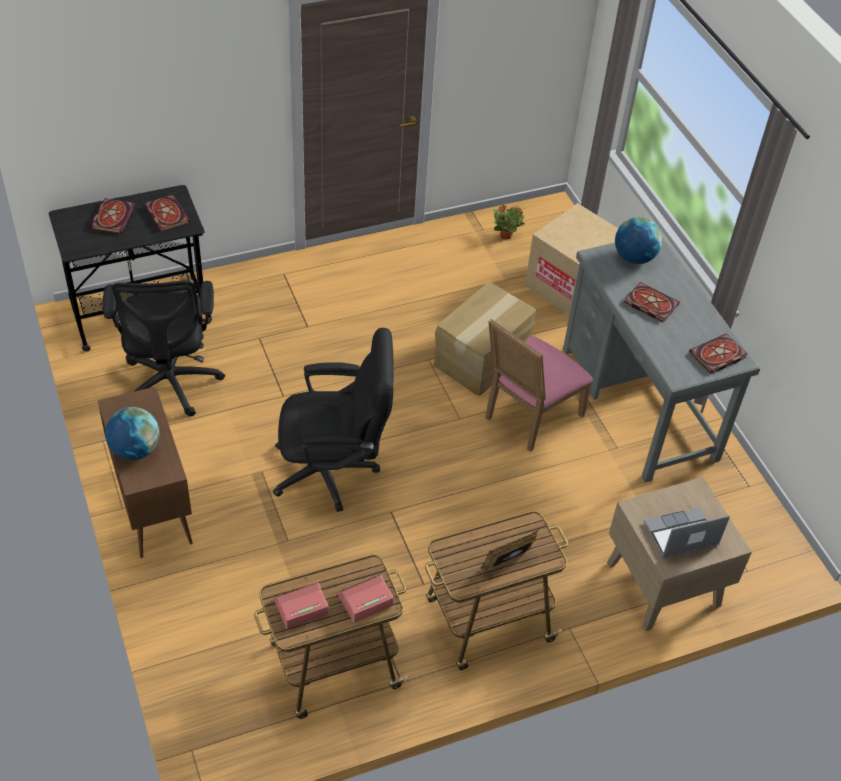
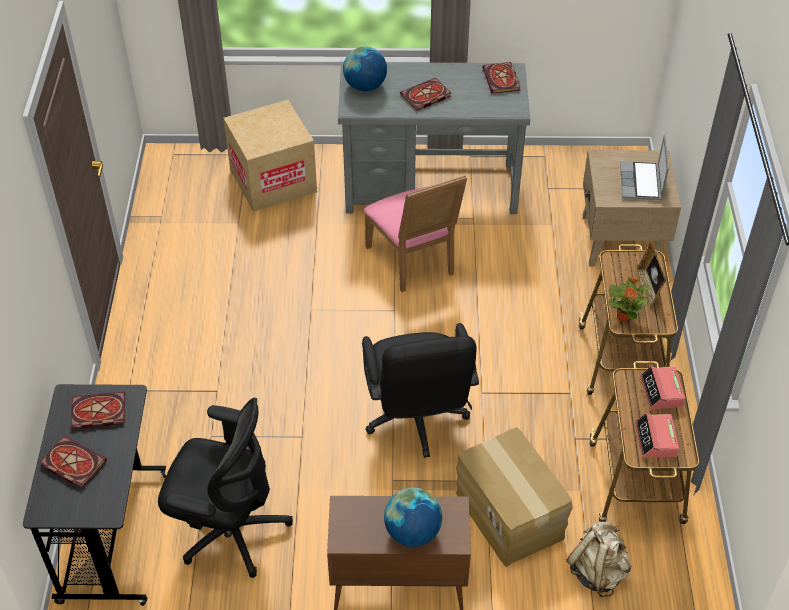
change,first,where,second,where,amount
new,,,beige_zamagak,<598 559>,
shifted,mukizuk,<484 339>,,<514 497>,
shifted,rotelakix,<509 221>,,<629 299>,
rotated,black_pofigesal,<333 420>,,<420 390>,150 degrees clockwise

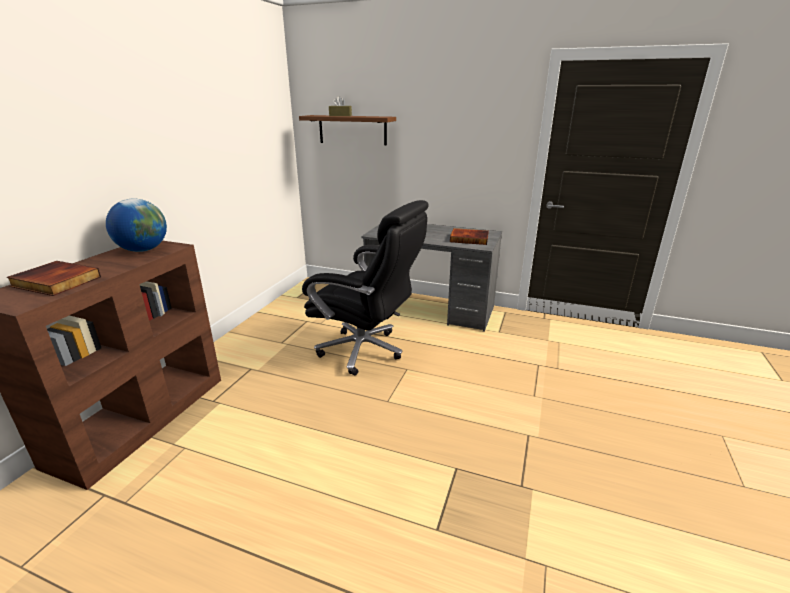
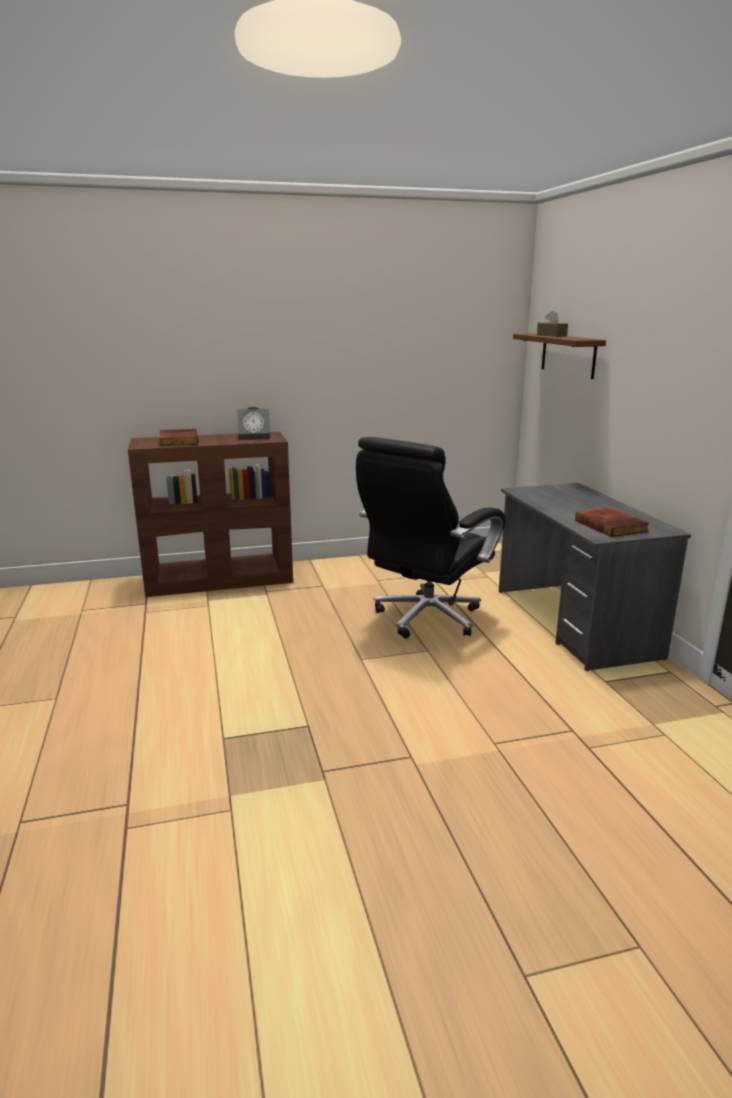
change,first,where,second,where,amount
swapped,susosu,<136 225>,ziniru,<253 423>,
rotated,black_pofigesal,<365 288>,,<431 538>,45 degrees clockwise

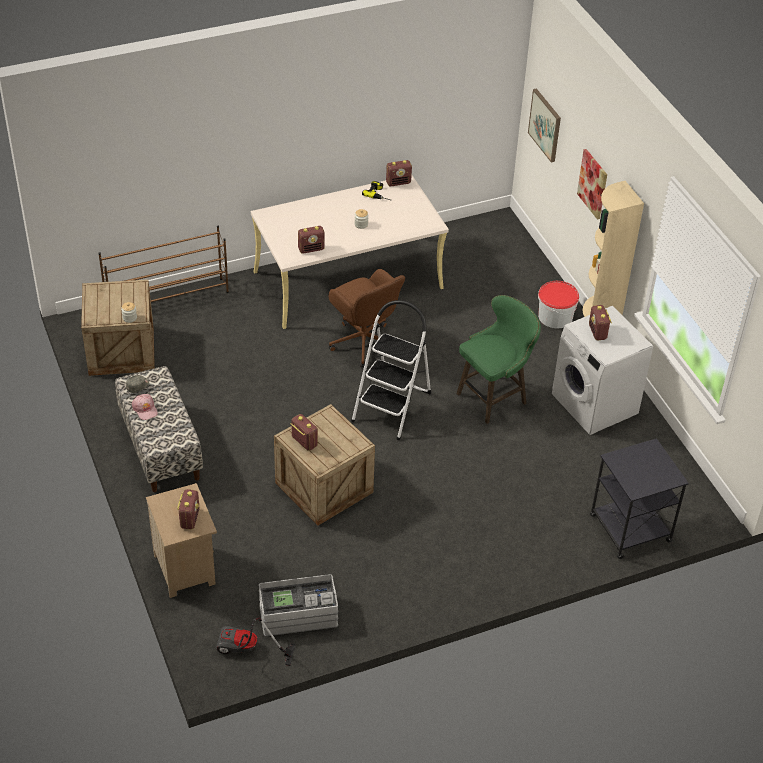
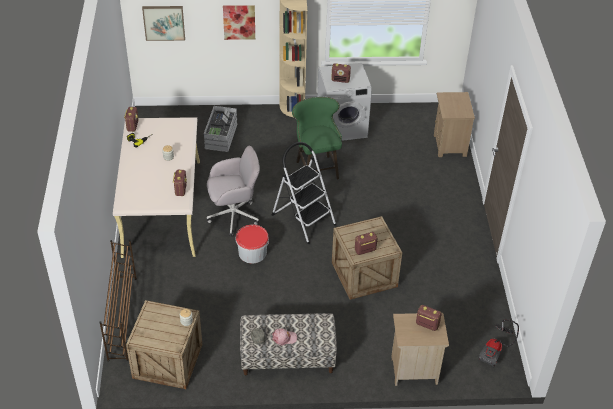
change,first,where,second,where,amount
shifted,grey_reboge,<298 605>,,<220 129>,
shifted,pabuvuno,<558 305>,,<252 244>,
swapped,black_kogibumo,<639 498>,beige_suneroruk,<454 124>,
repainted,brown_pofigesal,<367 318>,grey_pofigesal,<233 191>,

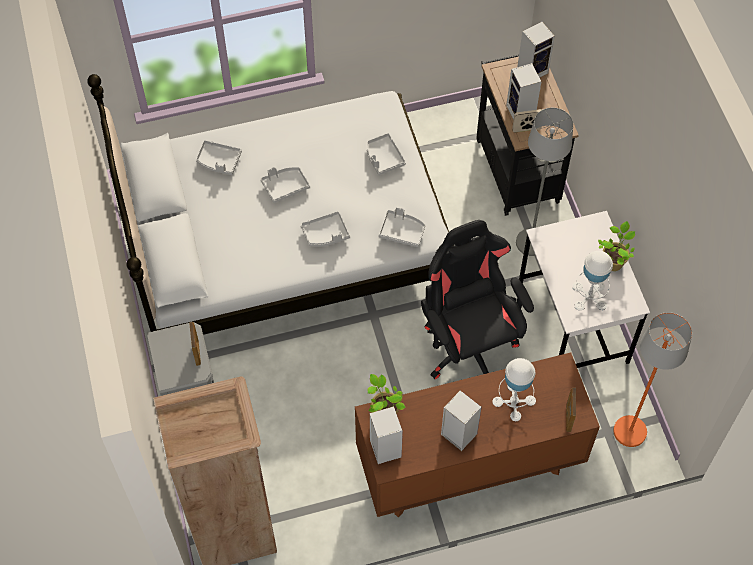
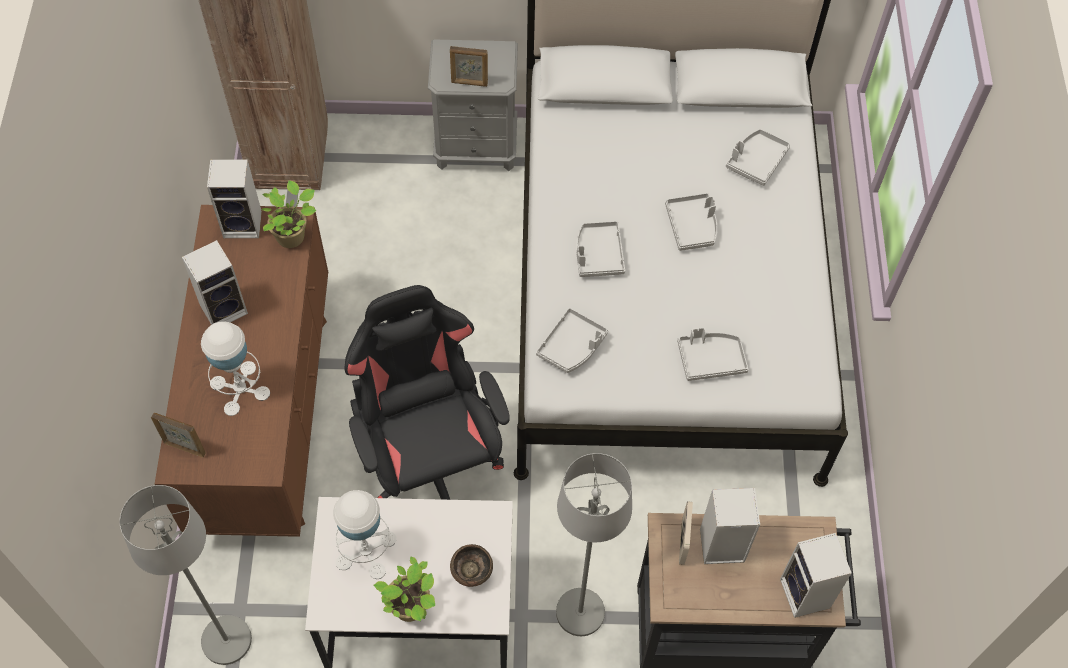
change,first,where,second,where,amount
new,,,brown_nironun,<471 565>,
repainted,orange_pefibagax,<653 379>,grey_pefibagax,<186 575>,
rotated,black_pofigesal,<477 299>,,<427 392>,105 degrees counterclockwise

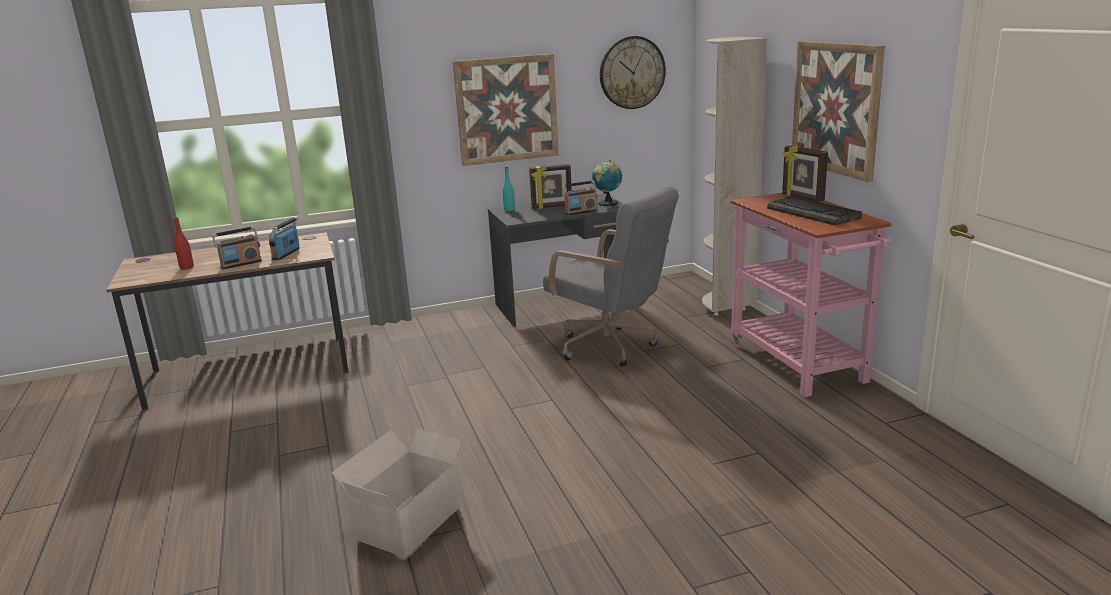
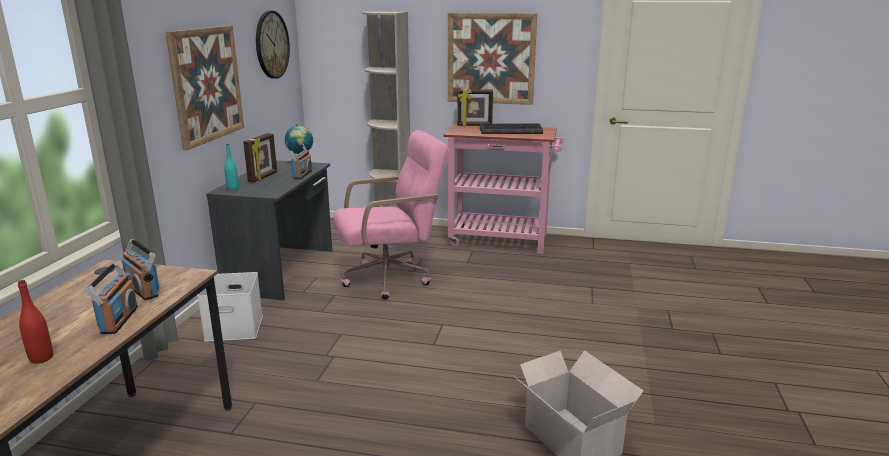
change,first,where,second,where,amount
new,,,white_reboge,<230 307>,
repainted,grey_pofigesal,<611 276>,pink_pofigesal,<391 215>,

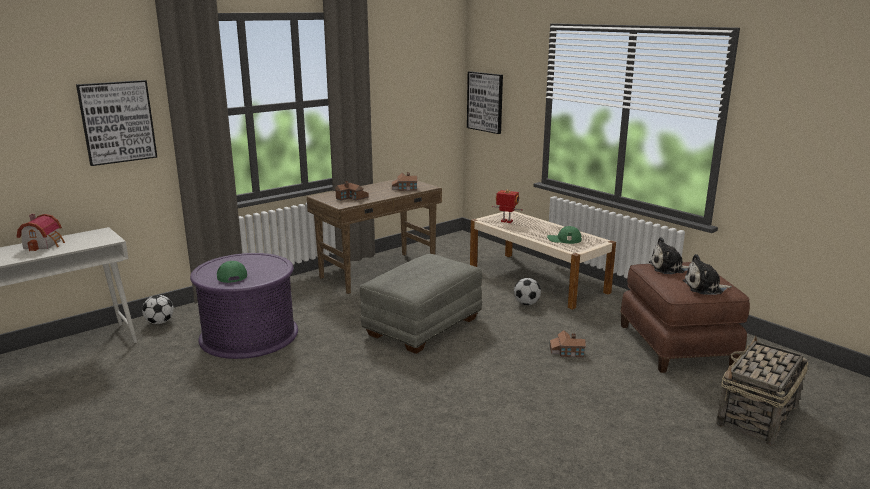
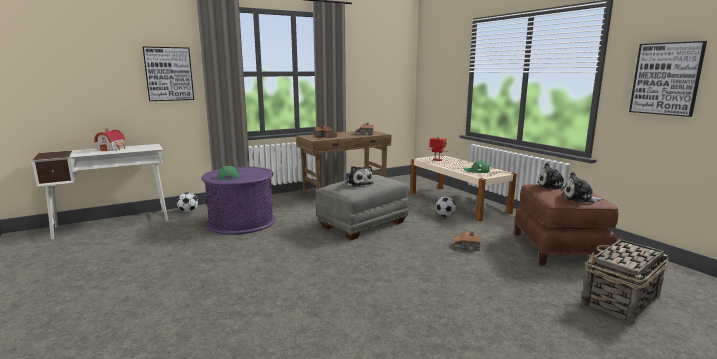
change,first,where,second,where,amount
new,,,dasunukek,<359 176>,
shifted,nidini,<485 102>,,<668 79>,

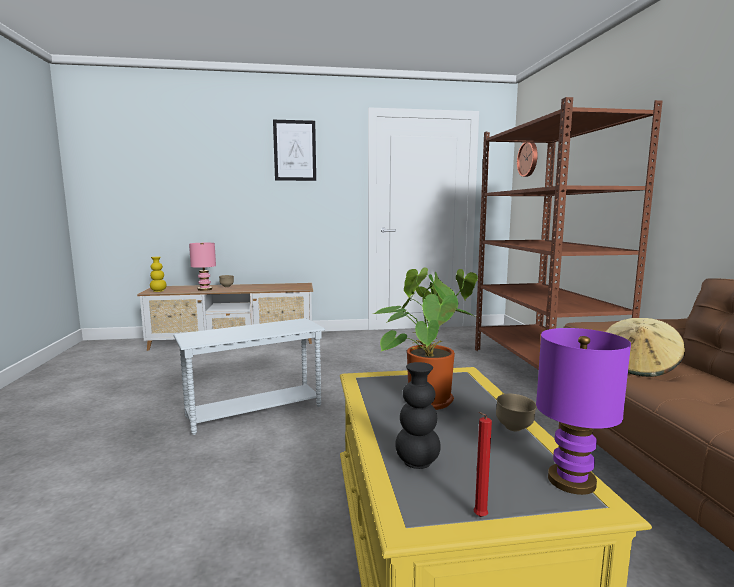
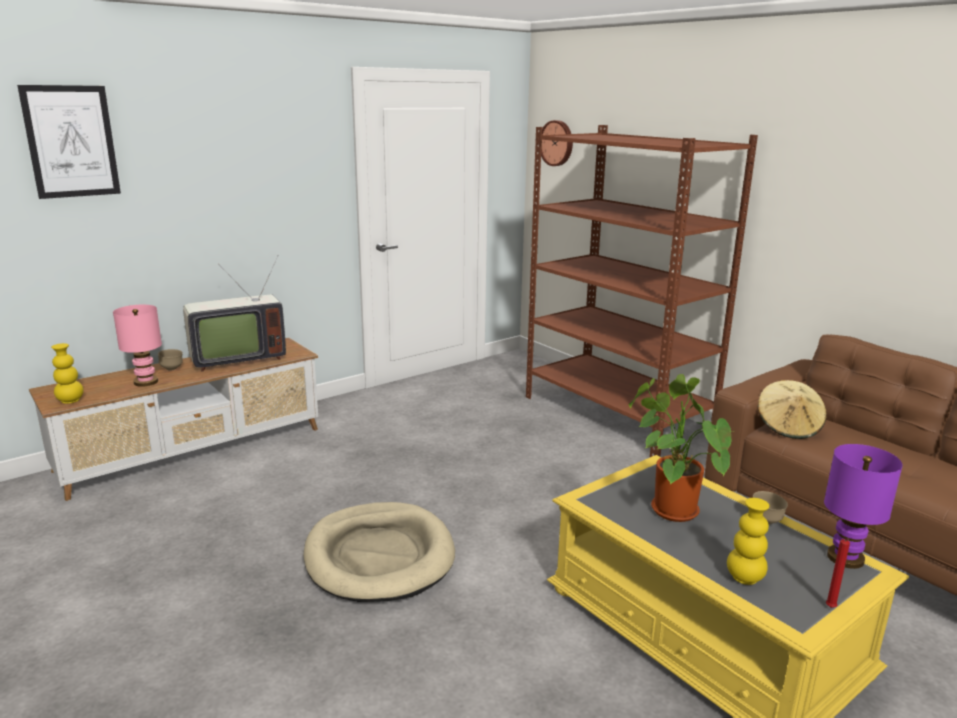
change,first,where,second,where,amount
new,,,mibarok,<234 313>,
shifted,nidini,<294 150>,,<69 142>,
swapped,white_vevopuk,<249 376>,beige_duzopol,<379 552>,
repainted,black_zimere,<418 415>,yellow_zimere,<748 541>,

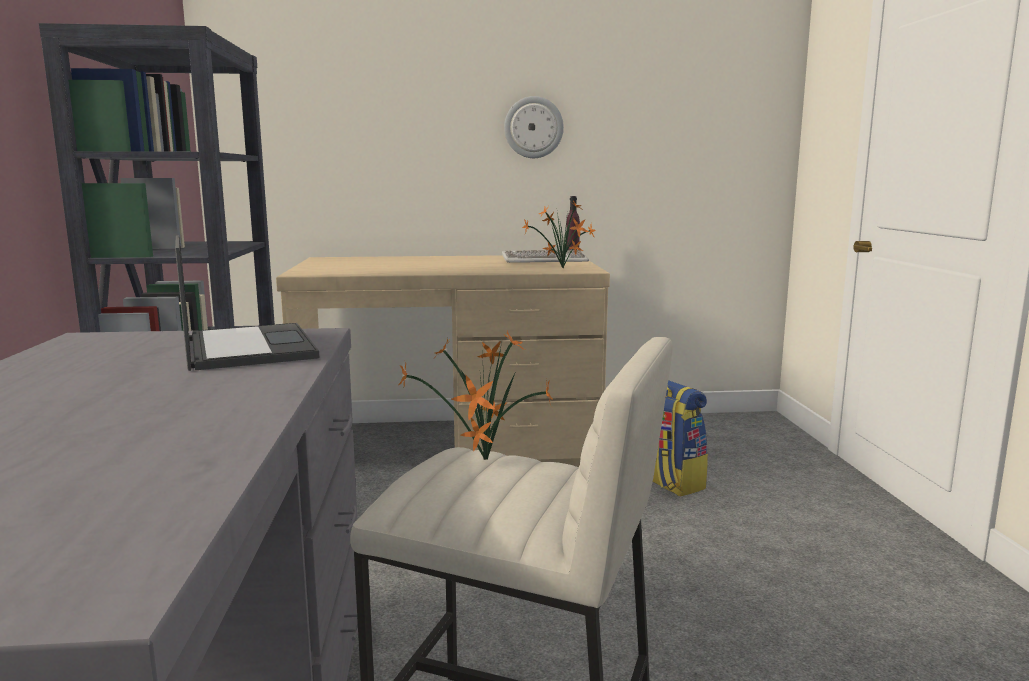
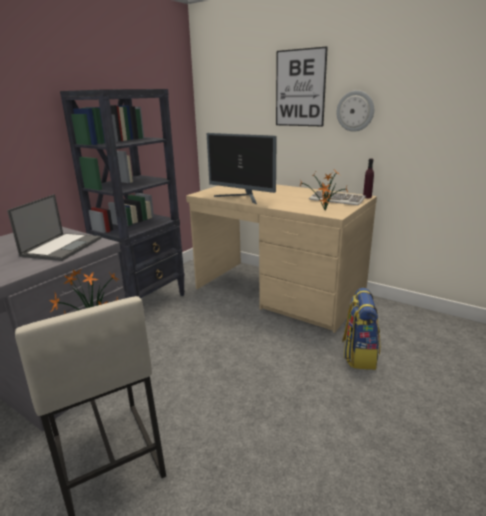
change,first,where,second,where,amount
new,,,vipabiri,<242 169>,
new,,,nidini,<302 86>,

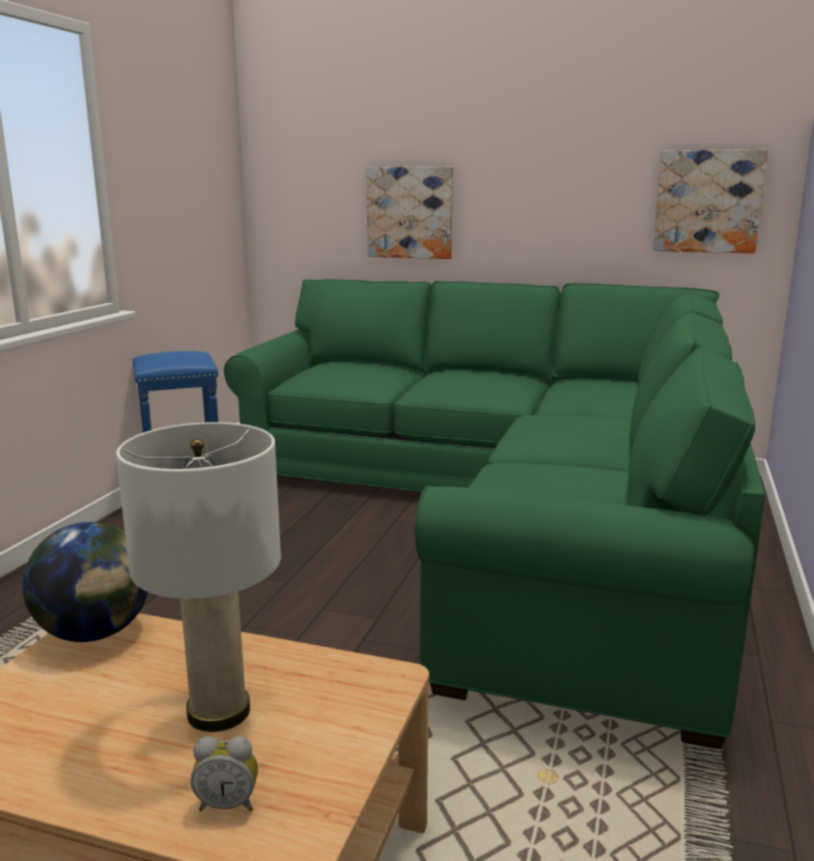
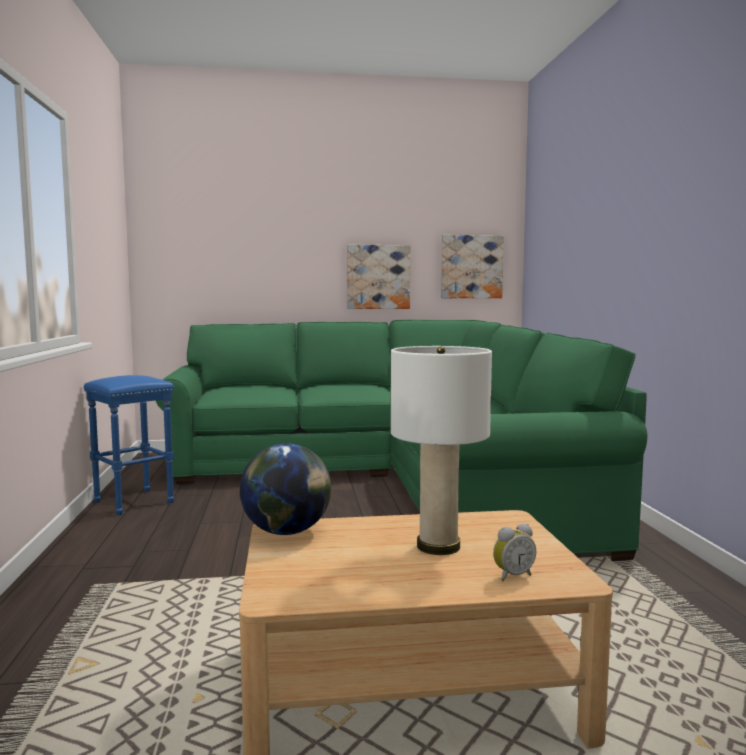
change,first,where,second,where,amount
shifted,nidini,<410 213>,,<378 277>,

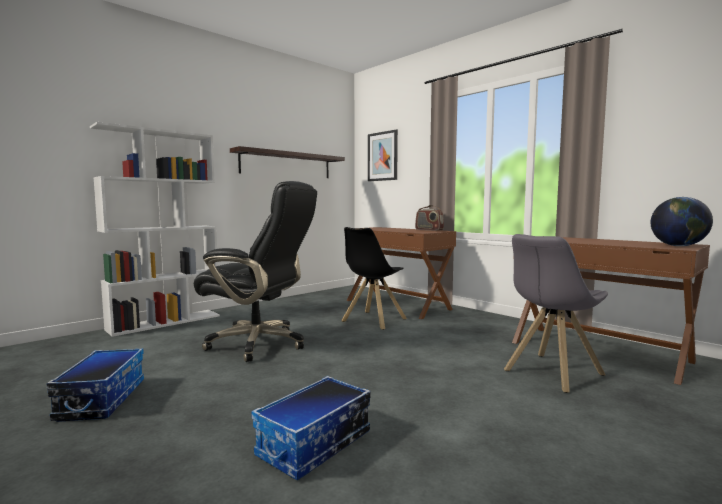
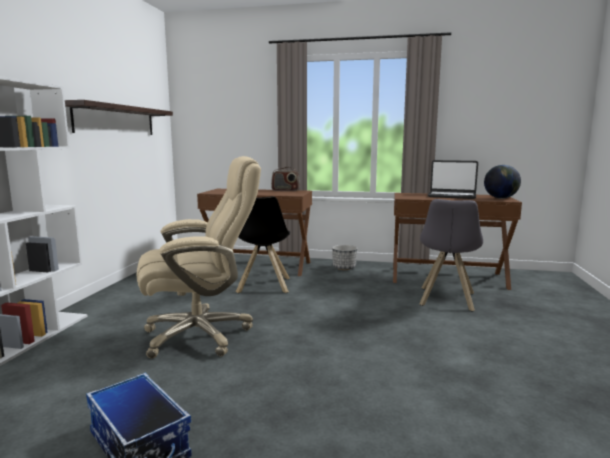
change,first,where,second,where,amount
gone,reboge,<311 428>,,,
gone,nidini,<383 155>,,,
new,,,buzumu,<345 257>,
new,,,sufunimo,<453 179>,
repainted,black_pofigesal,<255 271>,beige_pofigesal,<199 257>,

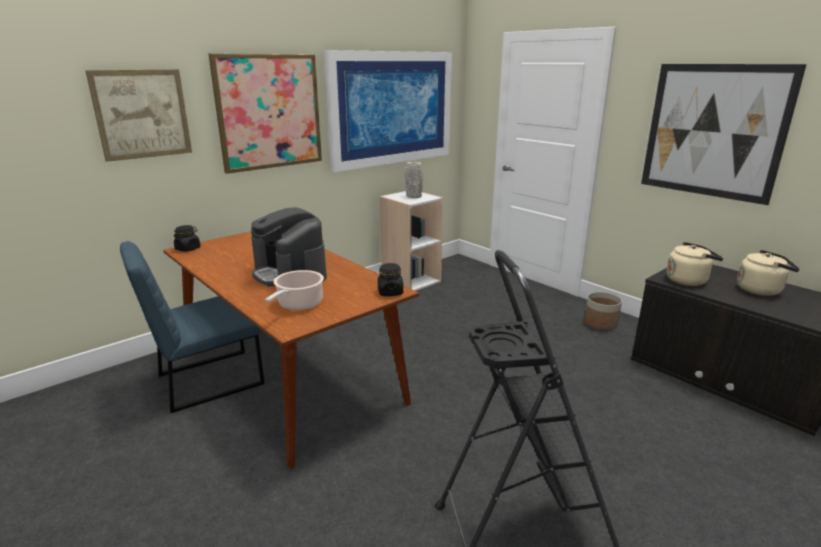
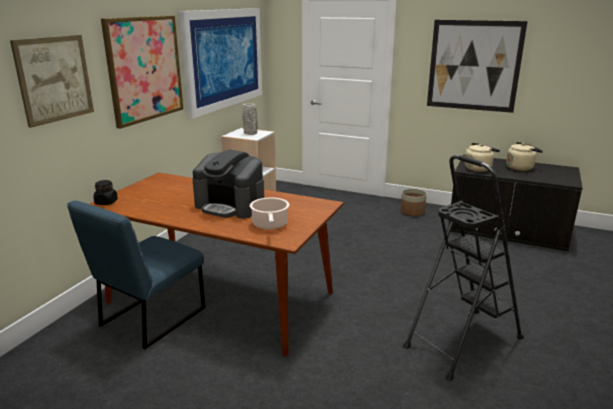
change,first,where,second,where,amount
gone,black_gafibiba,<390 279>,,,

